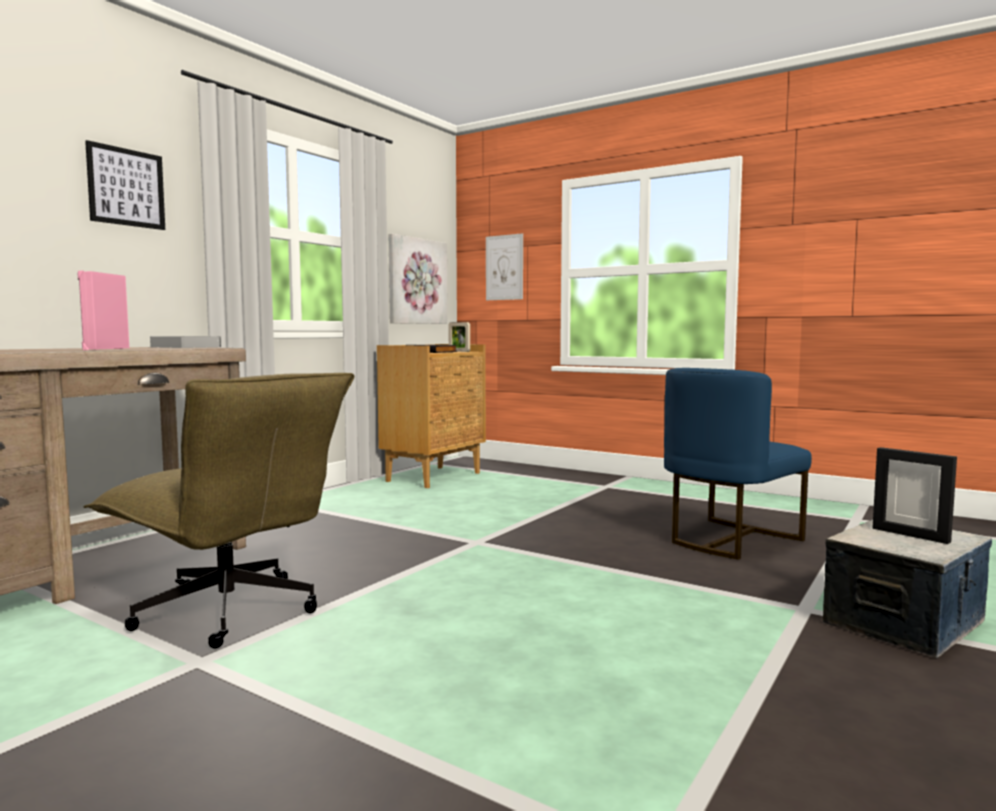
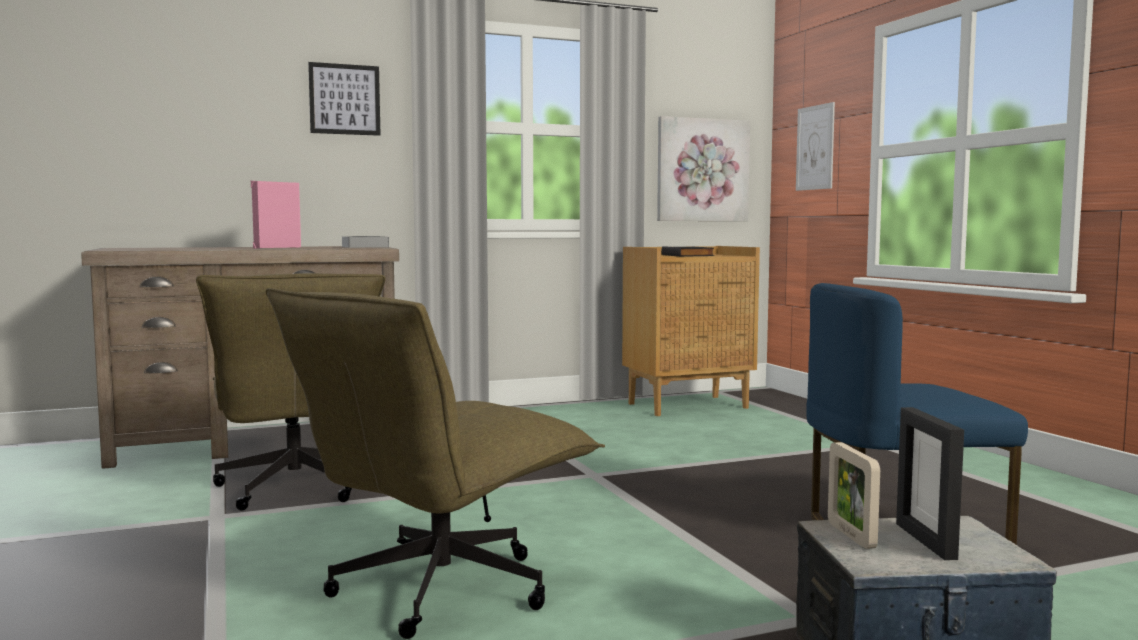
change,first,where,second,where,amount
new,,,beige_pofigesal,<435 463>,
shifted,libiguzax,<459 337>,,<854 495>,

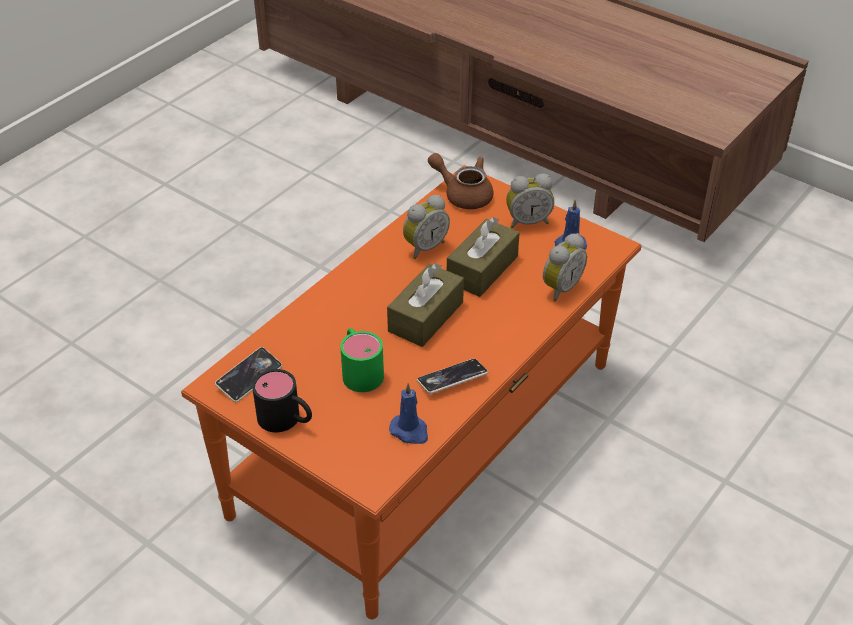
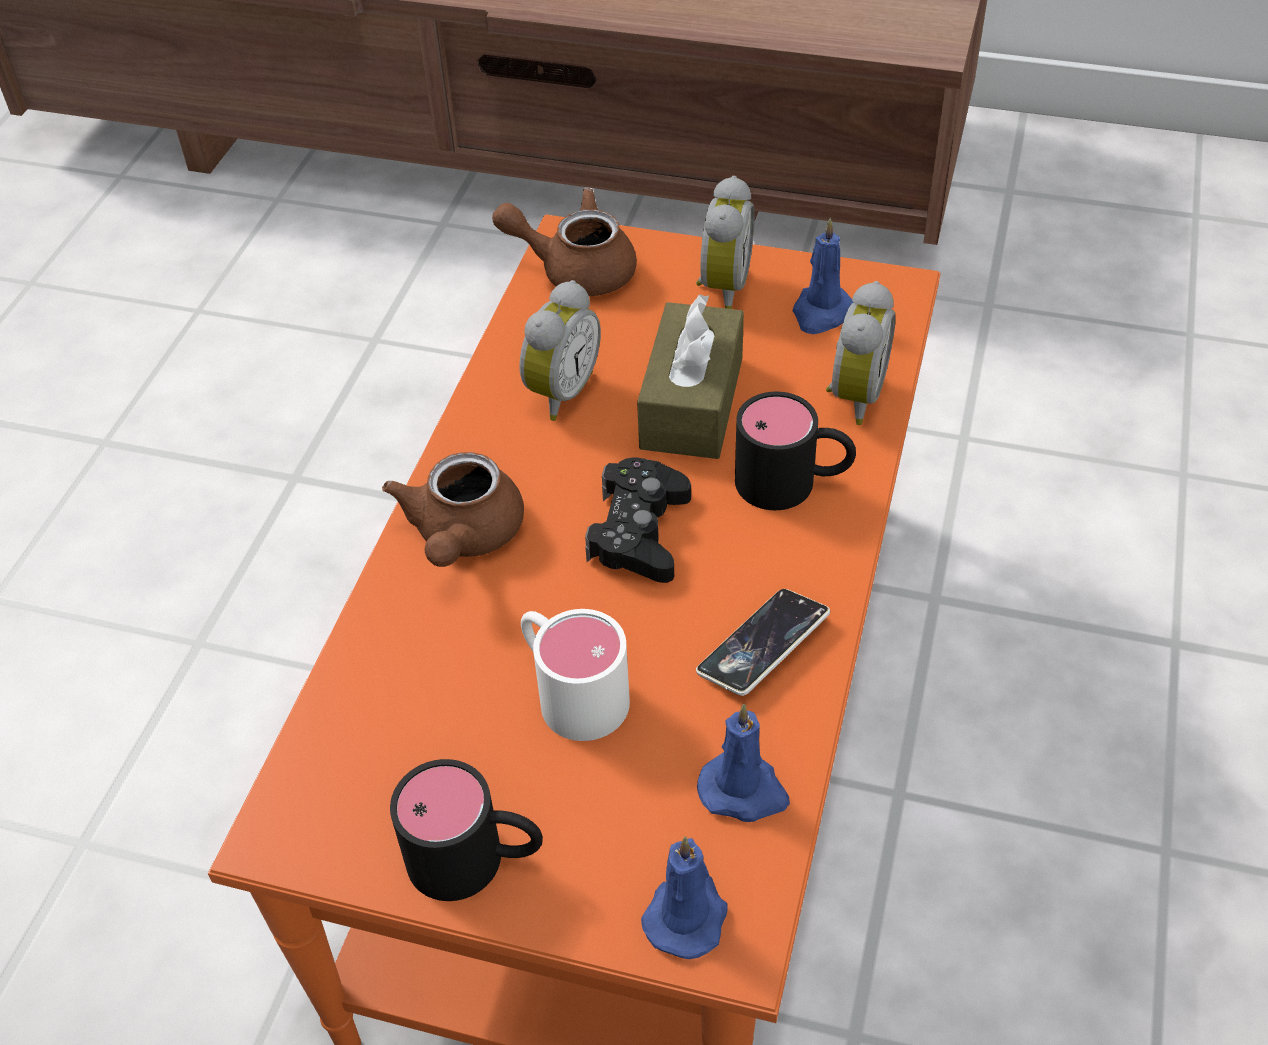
change,first,where,second,where,amount
gone,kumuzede,<248 374>,,,
new,,,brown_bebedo,<453 509>,
new,,,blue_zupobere,<684 897>,
new,,,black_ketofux,<795 451>,
swapped,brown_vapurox,<425 305>,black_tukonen,<638 520>,
repainted,green_ketofux,<362 360>,white_ketofux,<575 675>,
rotated,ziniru,<530 200>,,<725 242>,45 degrees counterclockwise

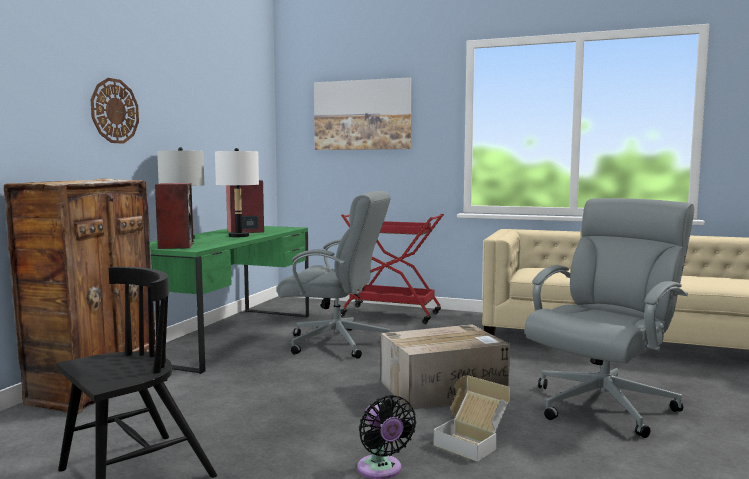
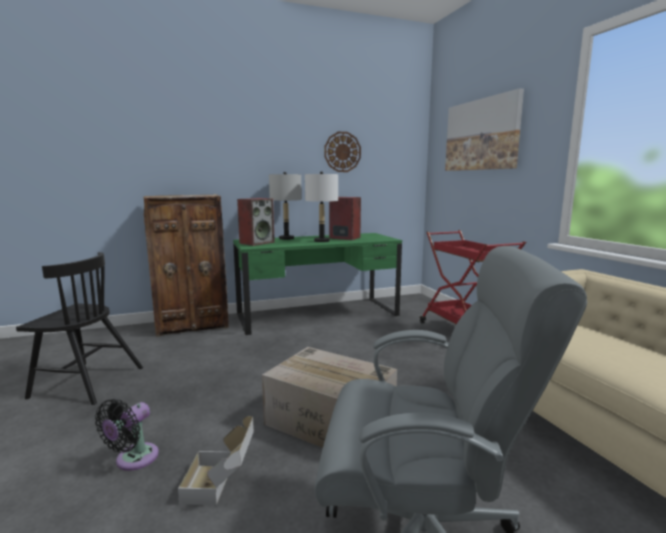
change,first,where,second,where,amount
gone,grey_pofigesal,<334 275>,,,
shifted,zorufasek,<115 111>,,<342 152>,

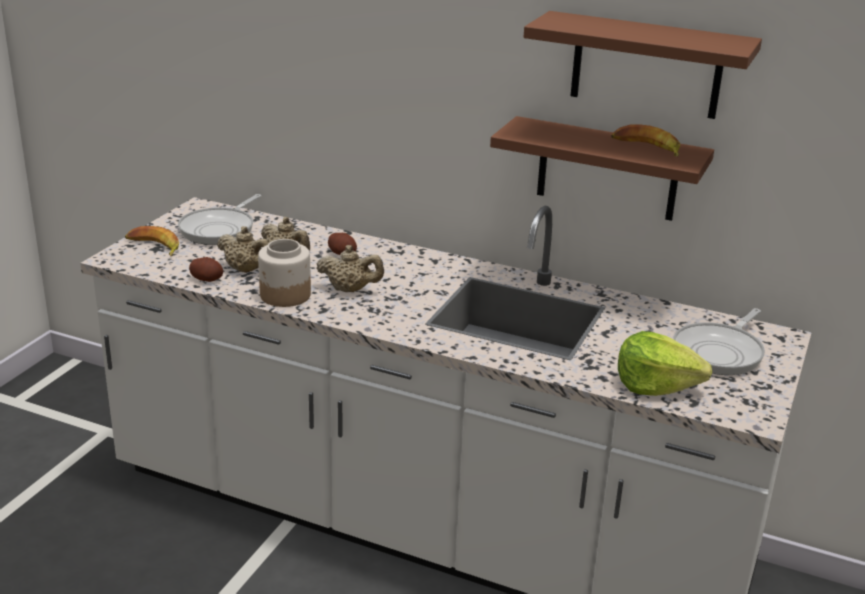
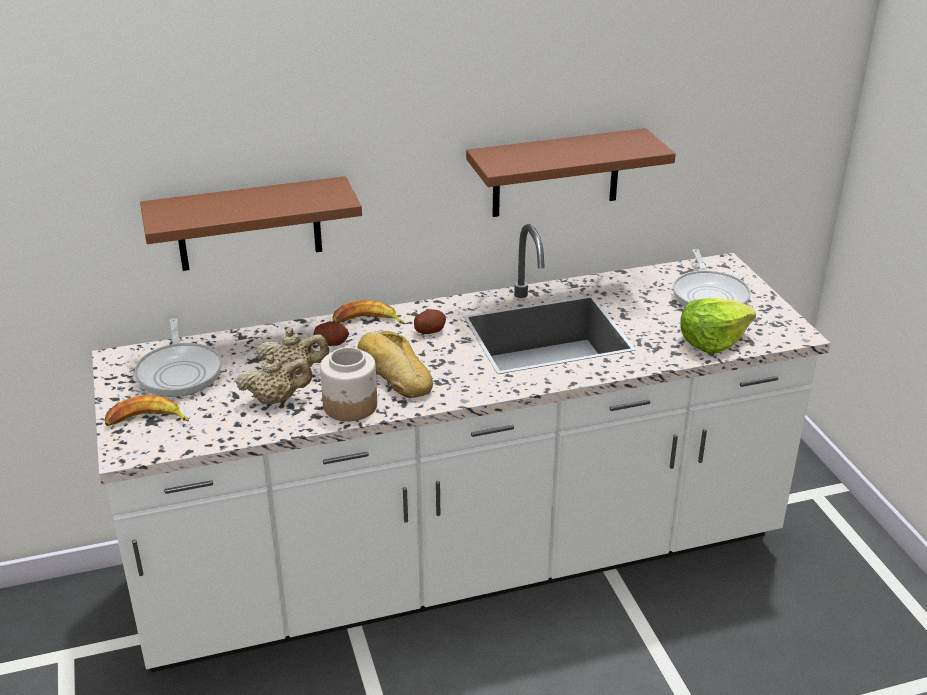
change,first,where,second,where,amount
shifted,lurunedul,<206 269>,,<430 321>,
shifted,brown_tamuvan,<643 65>,,<251 223>,
shifted,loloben,<645 141>,,<369 312>,
swapped,beige_bebedo,<350 268>,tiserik,<395 364>,

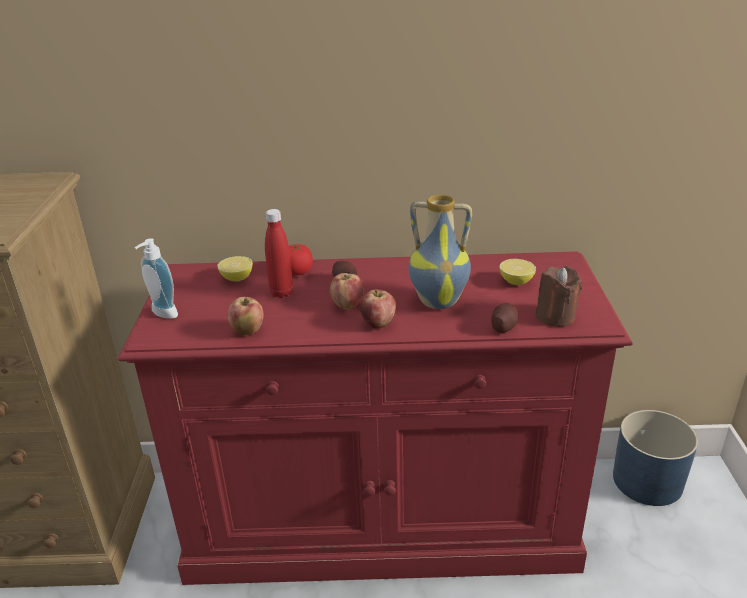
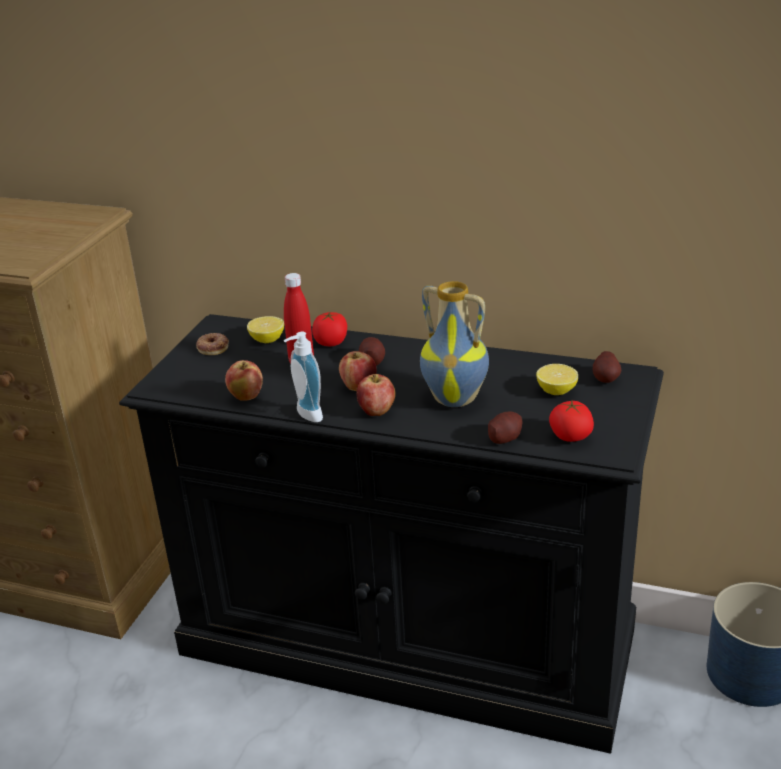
change,first,where,second,where,amount
new,,,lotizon,<212 344>,
new,,,lurunedul,<607 367>,
shifted,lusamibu,<156 278>,,<303 377>,
swapped,brown_zupobere,<558 296>,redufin,<571 421>,
repainted,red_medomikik,<375 418>,black_medomikik,<391 534>,

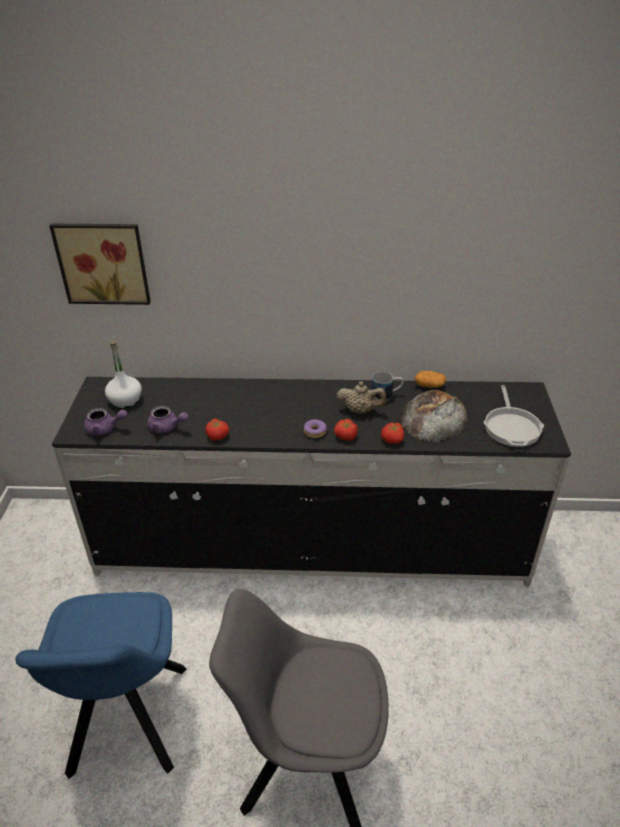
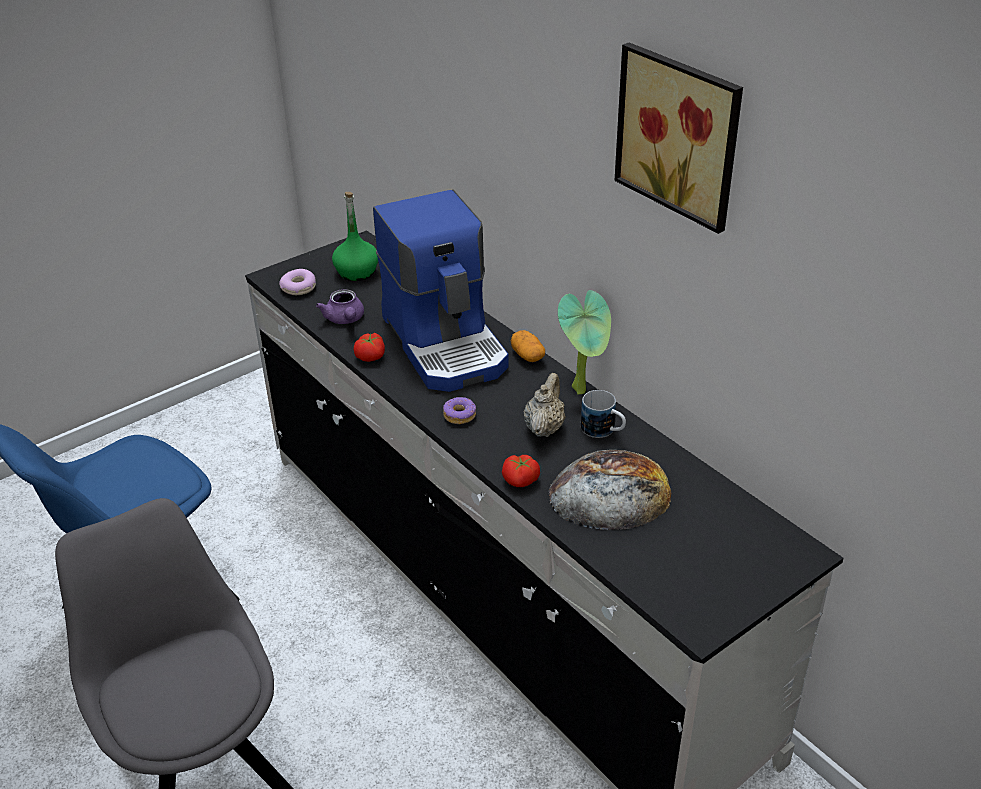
change,first,where,second,where,amount
gone,redufin,<346 430>,,,
gone,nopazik,<514 416>,,,
new,,,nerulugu,<441 291>,
new,,,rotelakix,<584 342>,
shifted,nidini,<100 264>,,<678 138>,
shifted,lurunedul,<430 379>,,<528 346>,
swapped,purple_bebedo,<106 421>,lotizon,<297 282>,
repainted,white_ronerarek,<123 375>,green_ronerarek,<355 236>,
rotated,beige_bebedo,<362 398>,,<544 405>,135 degrees counterclockwise

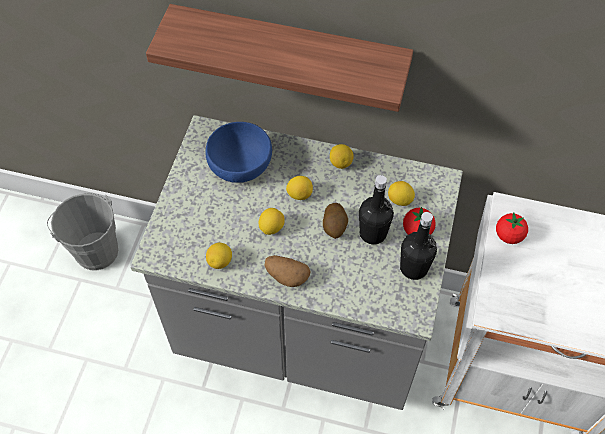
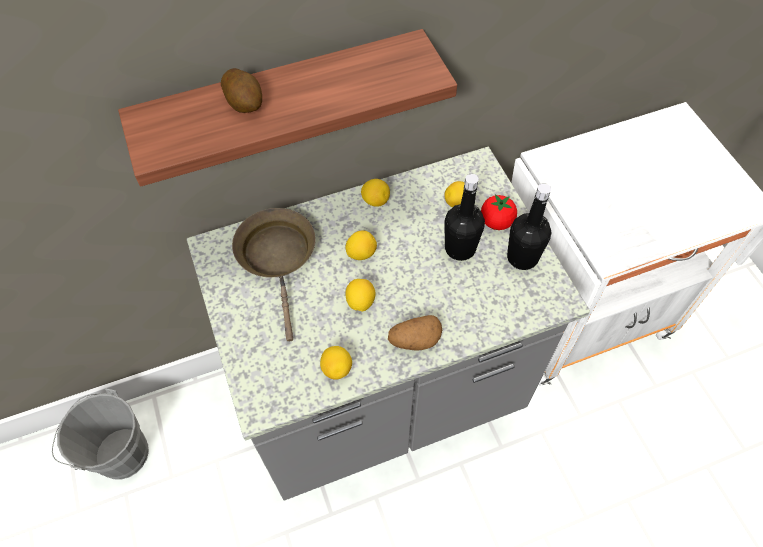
change,first,where,second,where,amount
gone,redufin,<512 228>,,,
shifted,lurunedul,<335 221>,,<241 90>,
swapped,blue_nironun,<238 152>,brown_nopazik,<274 274>,

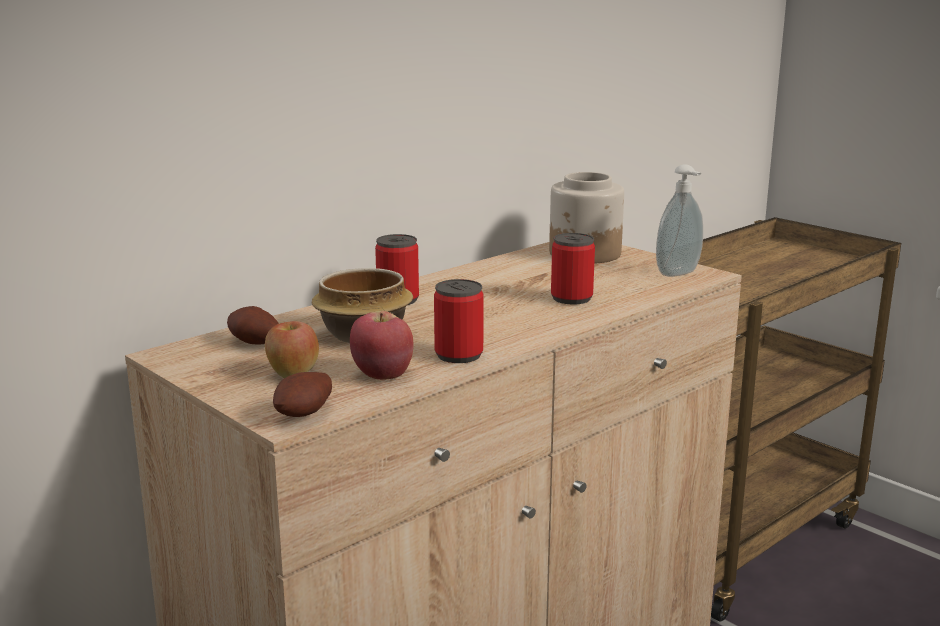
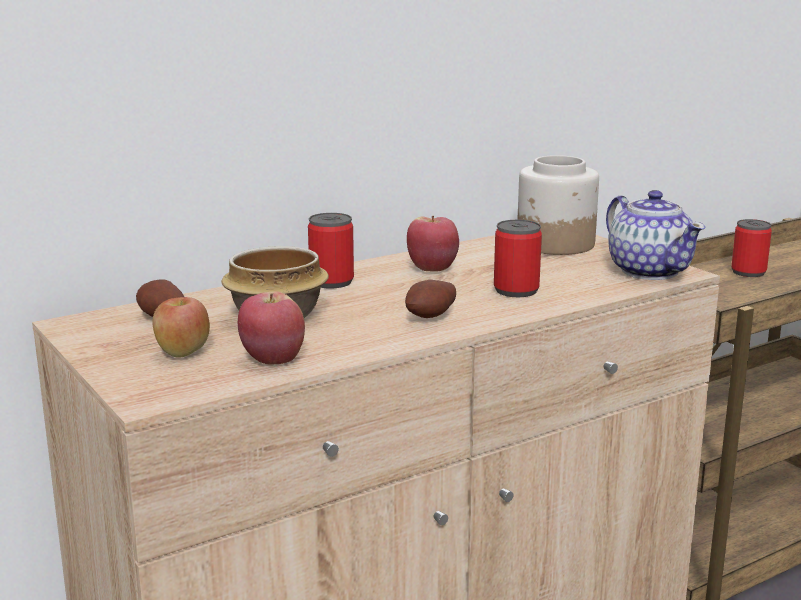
change,first,where,second,where,amount
new,,,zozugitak,<433 244>,
shifted,lurunedul,<302 394>,,<430 299>,
shifted,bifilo,<459 321>,,<751 248>,
swapped,lusamibu,<679 220>,bebedo,<655 235>,

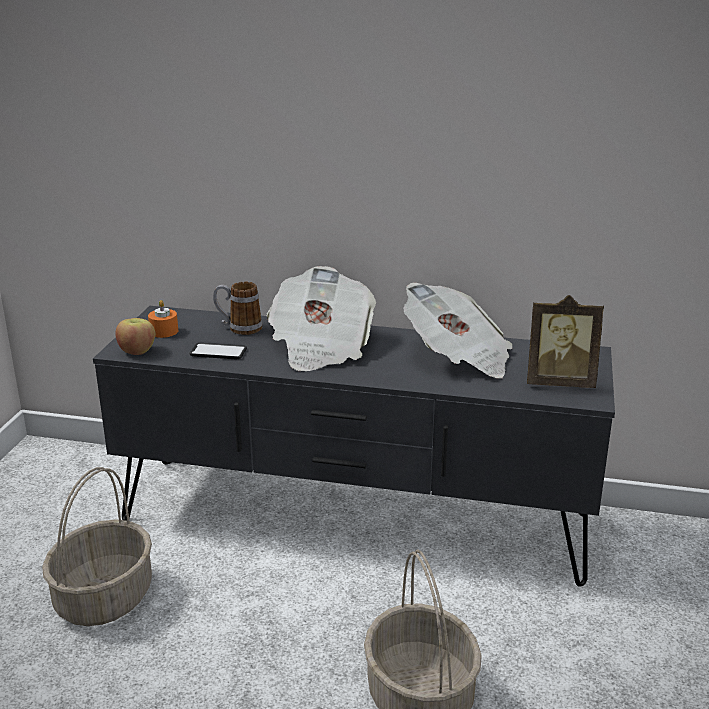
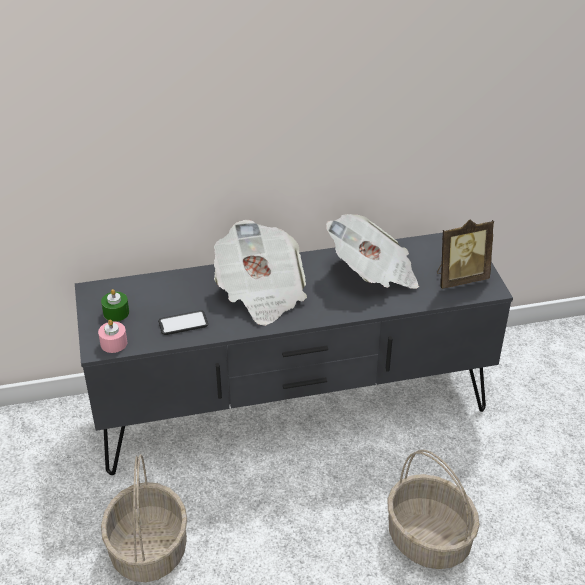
change,first,where,second,where,amount
gone,ketofux,<238 308>,,,
swapped,zozugitak,<135 336>,pink_zupobere,<112 336>,
repainted,orange_zupobere,<163 319>,green_zupobere,<115 305>,

